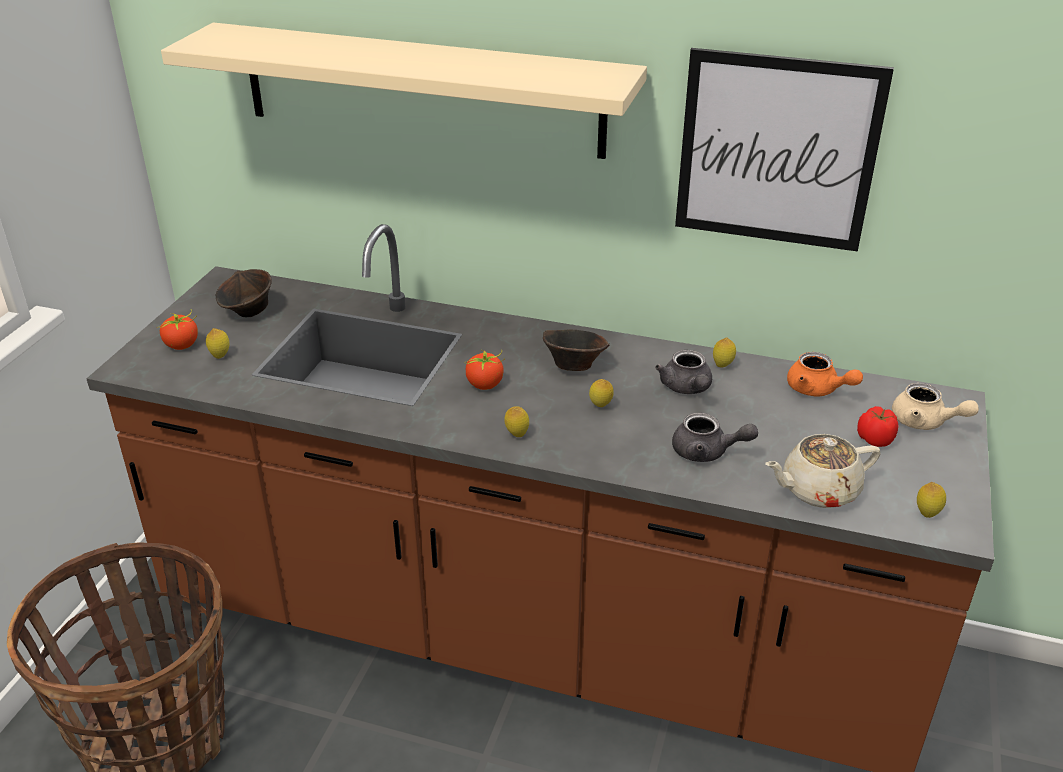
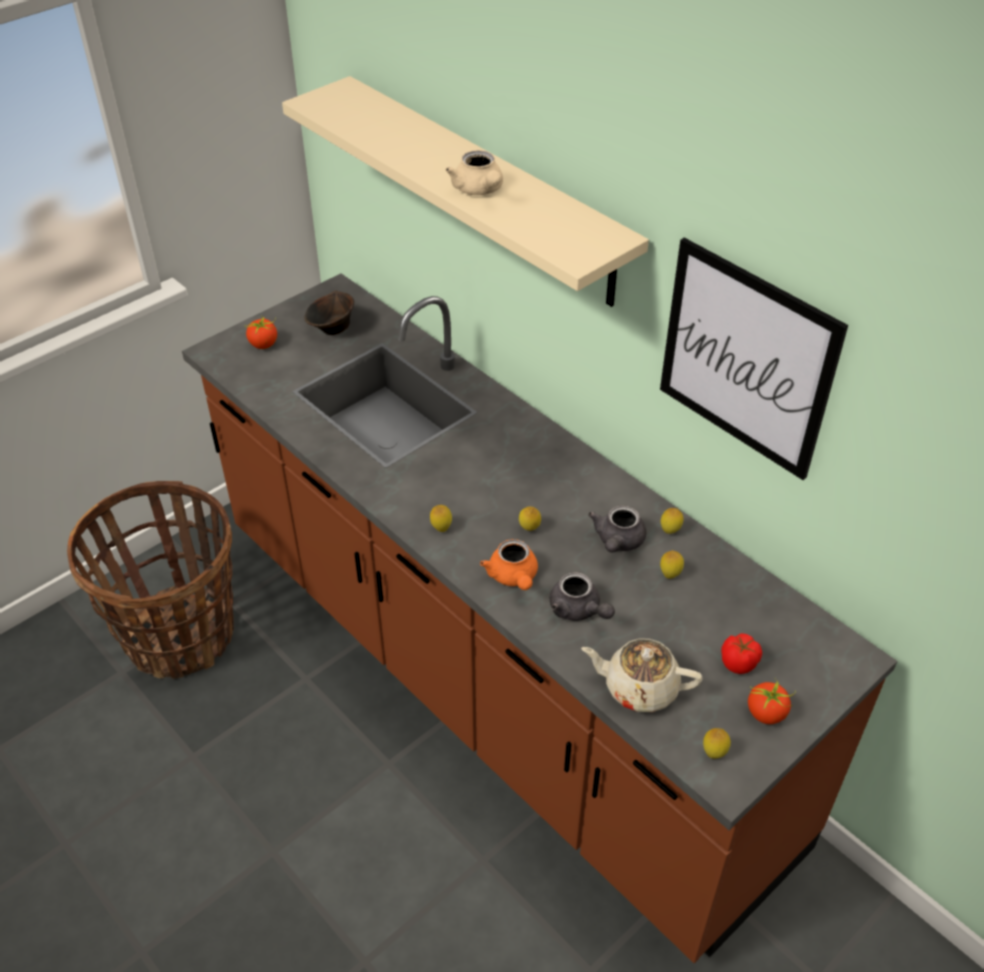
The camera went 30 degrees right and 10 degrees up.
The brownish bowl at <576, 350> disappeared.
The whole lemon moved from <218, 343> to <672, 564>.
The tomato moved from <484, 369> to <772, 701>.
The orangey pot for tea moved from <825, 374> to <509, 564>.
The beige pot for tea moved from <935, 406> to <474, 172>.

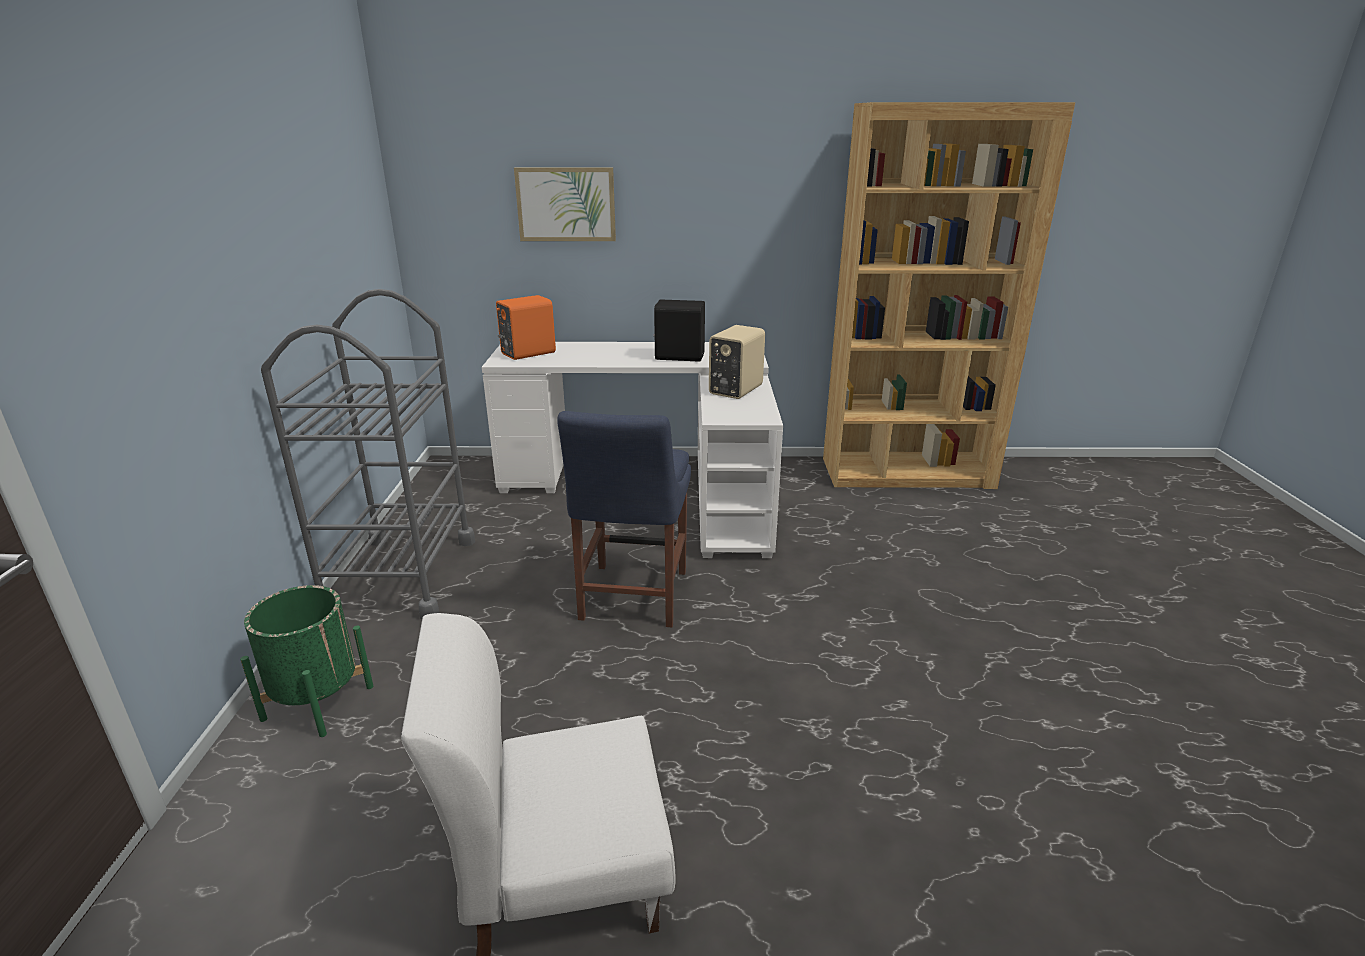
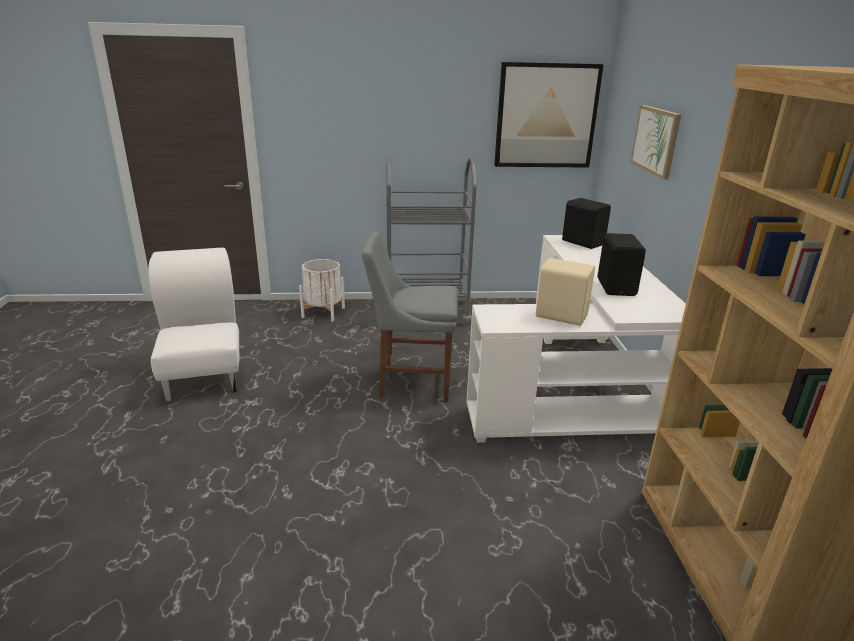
The camera went 85 degrees right and 0 degrees up.
The wall picture at <549, 115> appeared.
The green plant pot at <306, 661> became the whitish plant pot at <322, 290>.
The orangey loudspeaker at <526, 327> became the black loudspeaker at <586, 223>.
The bluish plain chair at <624, 519> became the greyish plain chair at <410, 316>.

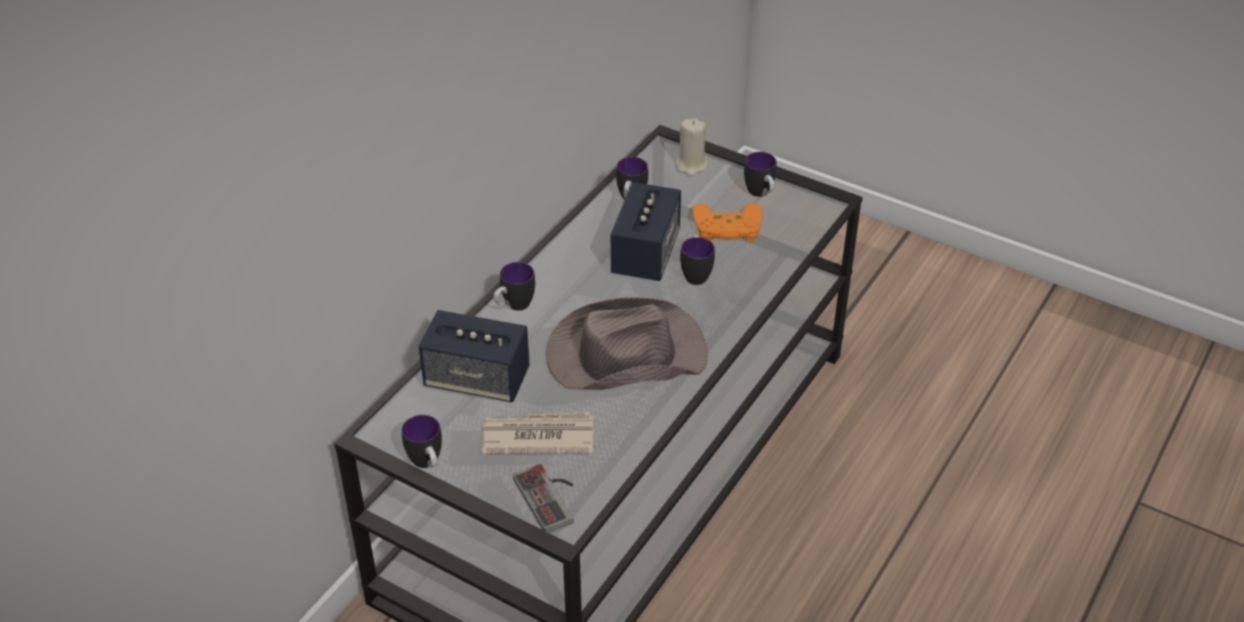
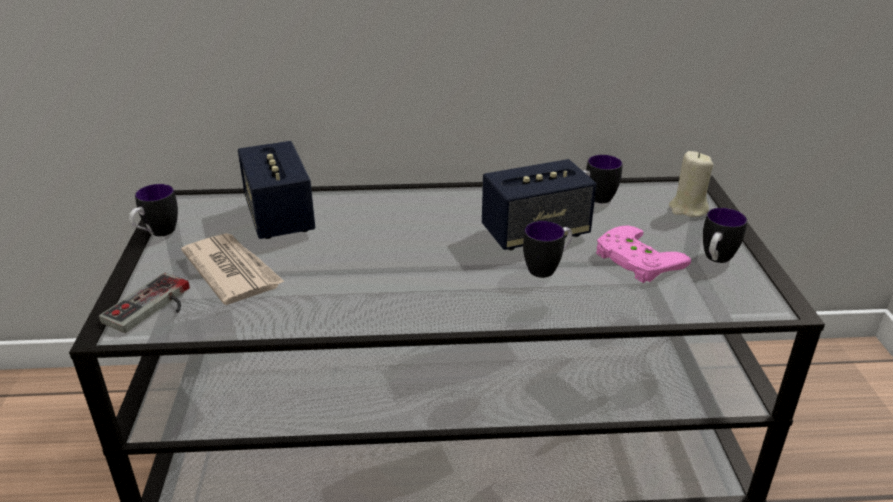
The camera went 55 degrees right and 10 degrees down.
The tea mug at <514, 286> disappeared.
The brownish hat at <627, 343> disappeared.
The orangey game controller at <728, 222> became the pink game controller at <643, 254>.

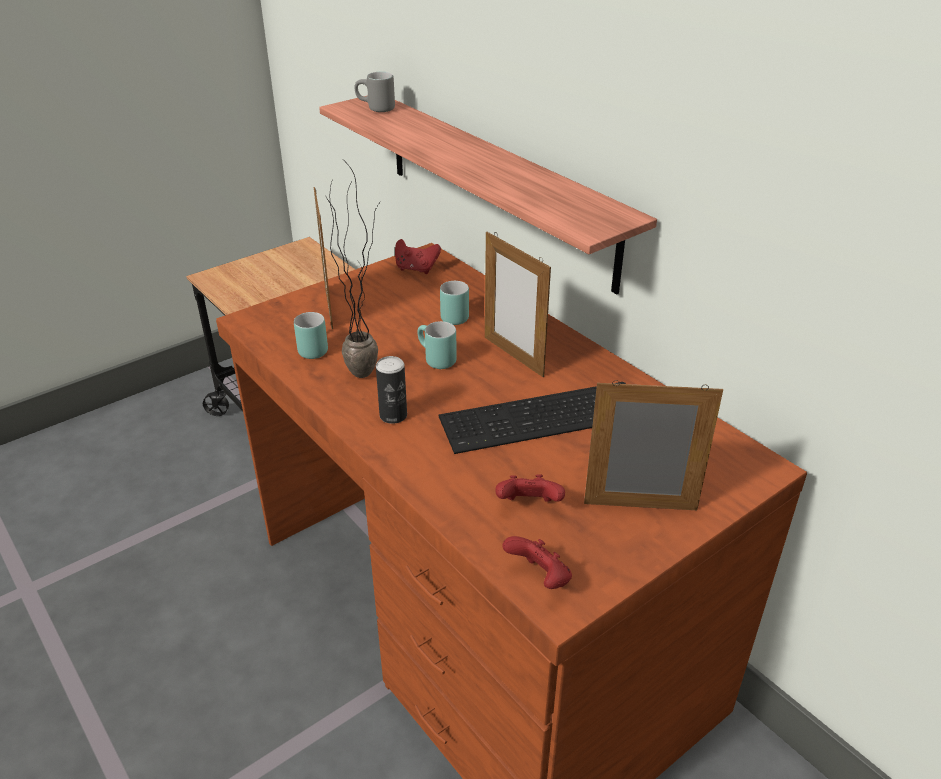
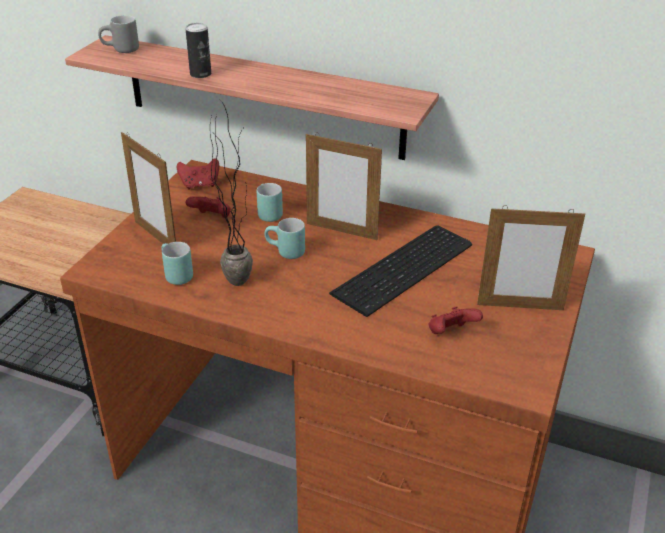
The camera went 30 degrees left and 0 degrees up.
The metal can moved from <391, 390> to <198, 50>.
The reddish game controller moved from <537, 562> to <208, 207>.
The picture frame at <653, 445> turned 150 degrees counterclockwise.

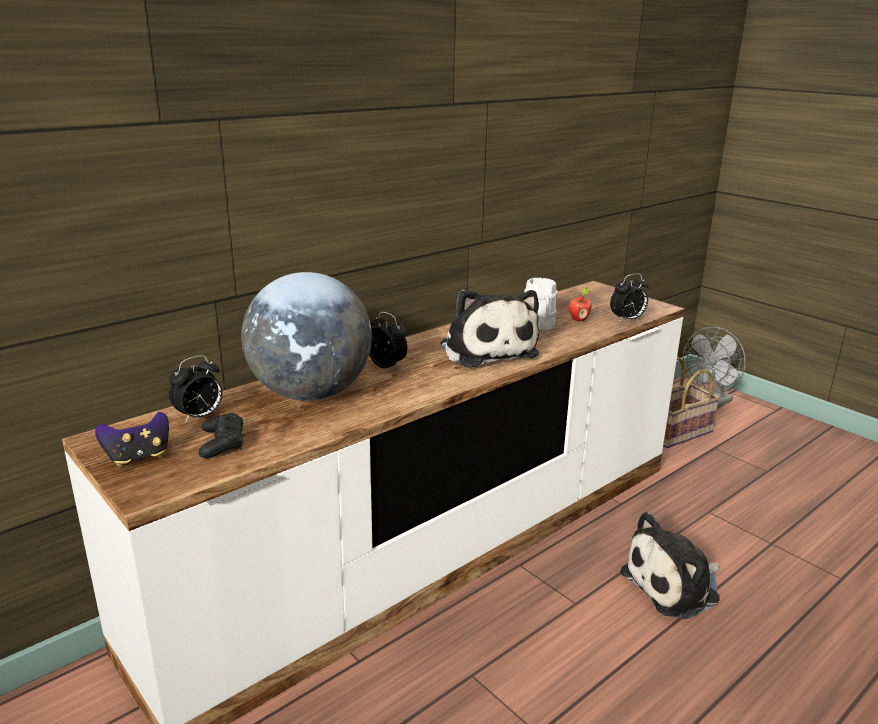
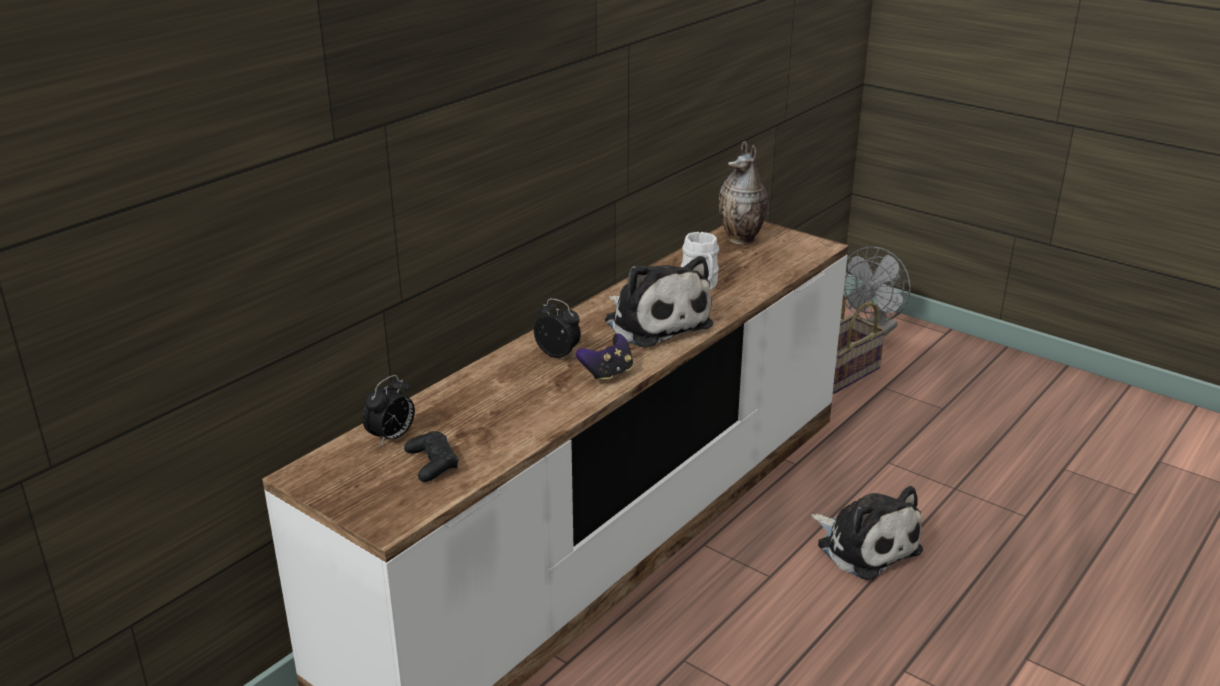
The camera went 10 degrees left and 5 degrees up.
The world globe at <306, 336> disappeared.
The apple fruit at <580, 304> disappeared.
The table clock at <629, 297> disappeared.
The decorative vase at <743, 193> appeared.
The game controller moved from <132, 439> to <604, 358>.
The plush toy at <670, 565> turned 90 degrees counterclockwise.

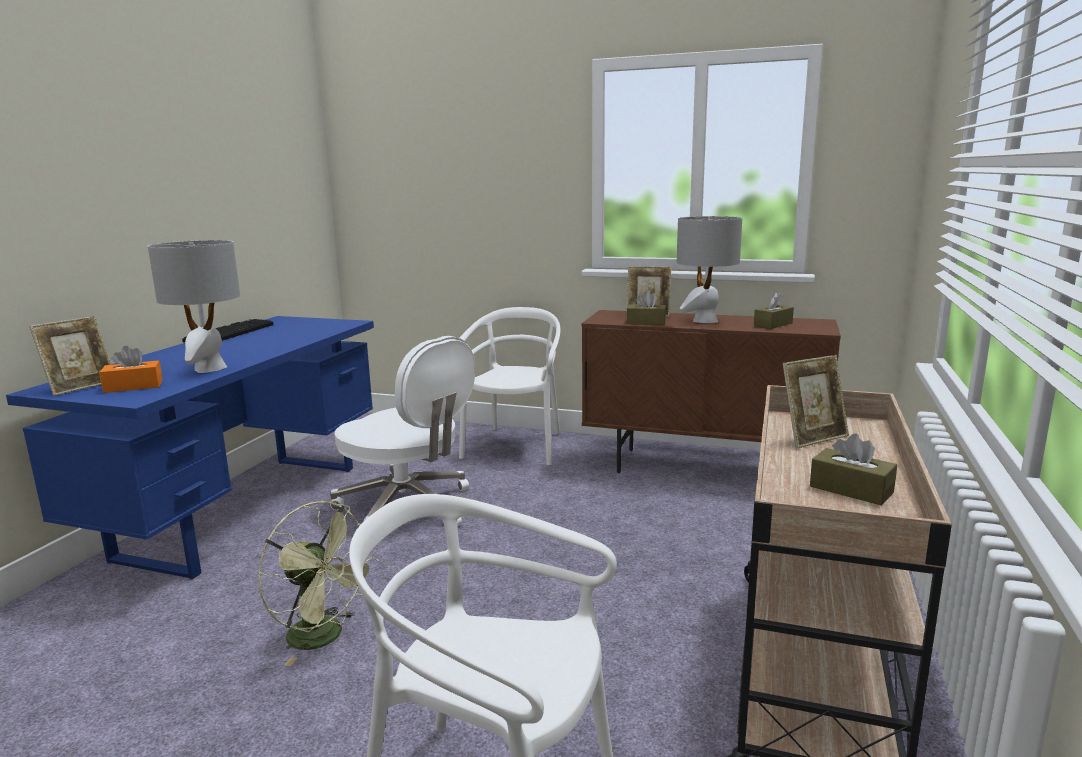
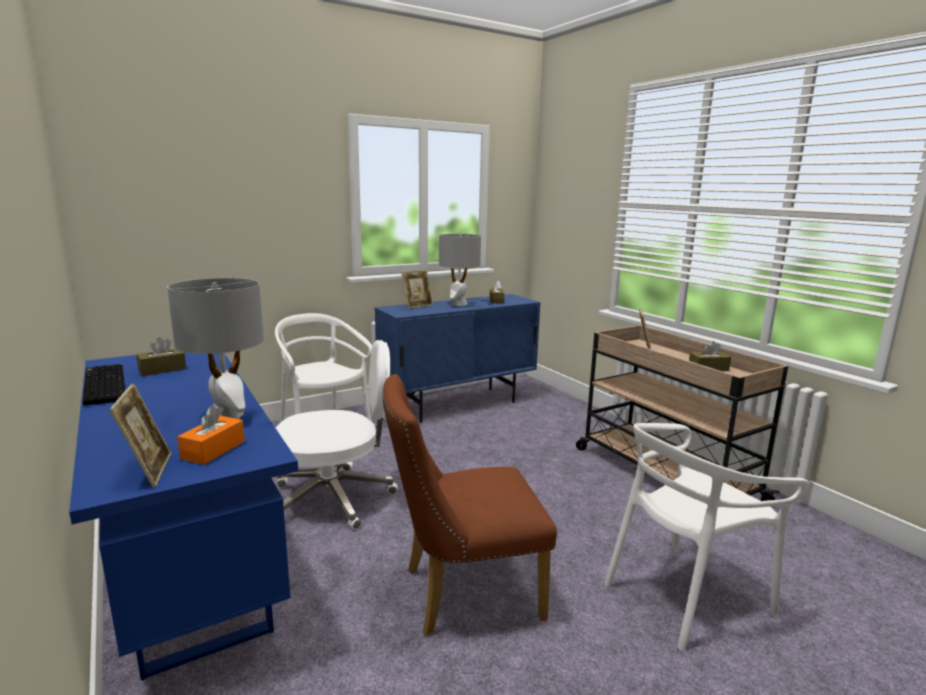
The camera went 50 degrees left and 0 degrees up.
The brownish tissue box moved from <646, 308> to <161, 356>.
The green cooling fan at <318, 583> was replaced by the brownish plain chair at <469, 505>.
The brownish cupboard at <711, 391> became the bluish cupboard at <457, 358>.

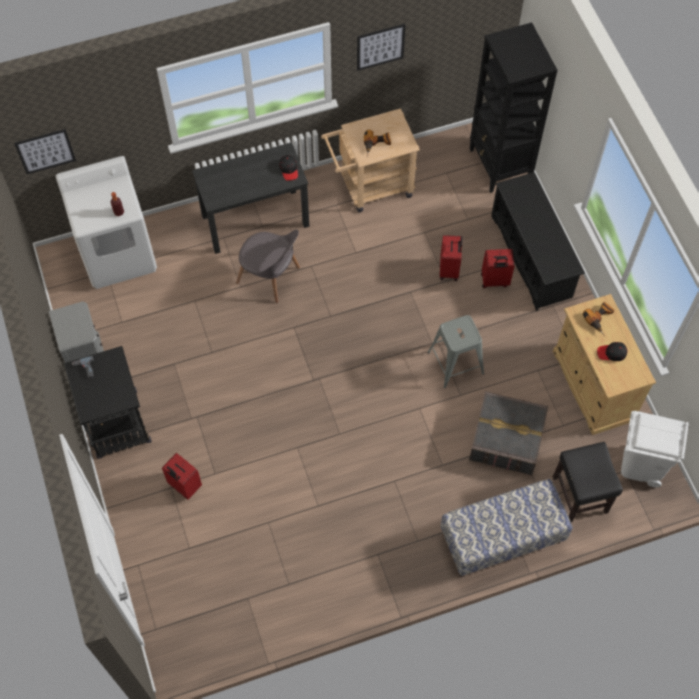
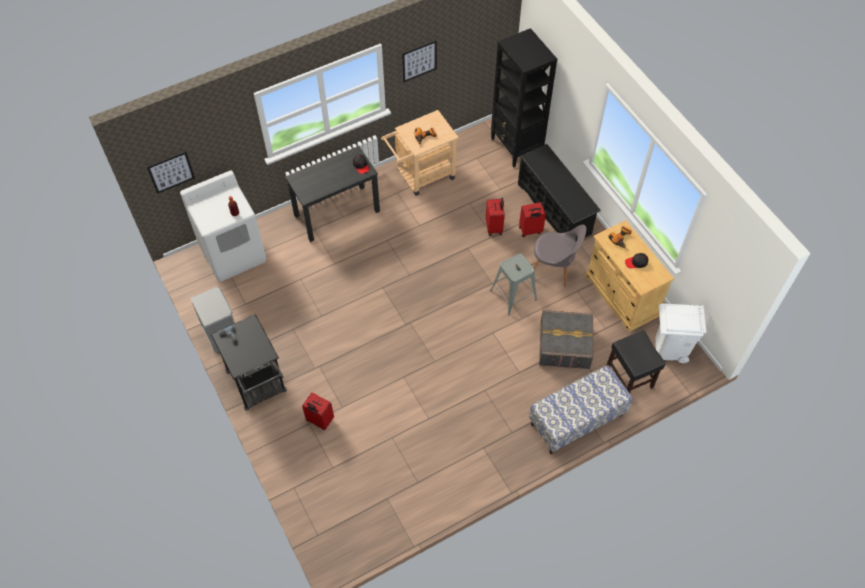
The camera went 10 degrees left and 5 degrees down.
The greyish plain chair moved from <268, 266> to <560, 256>.

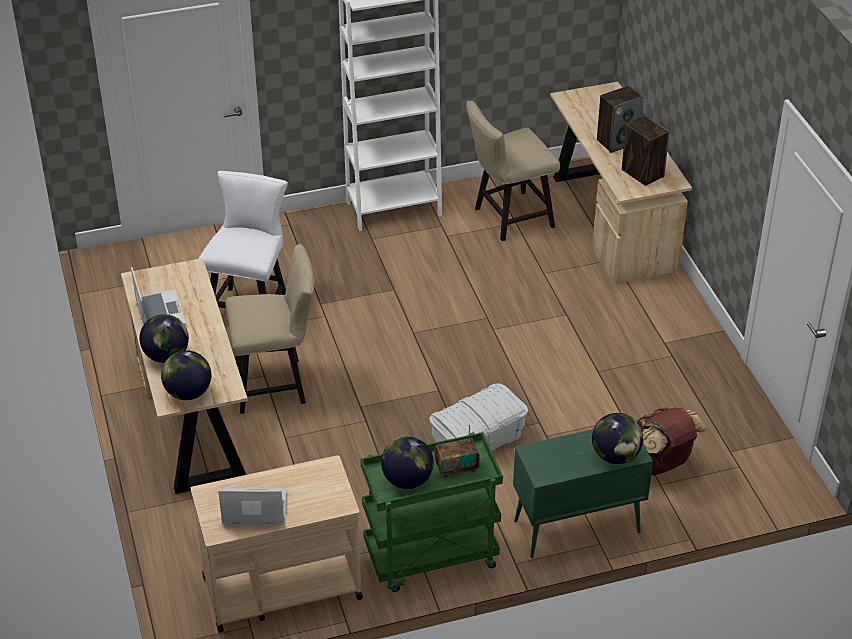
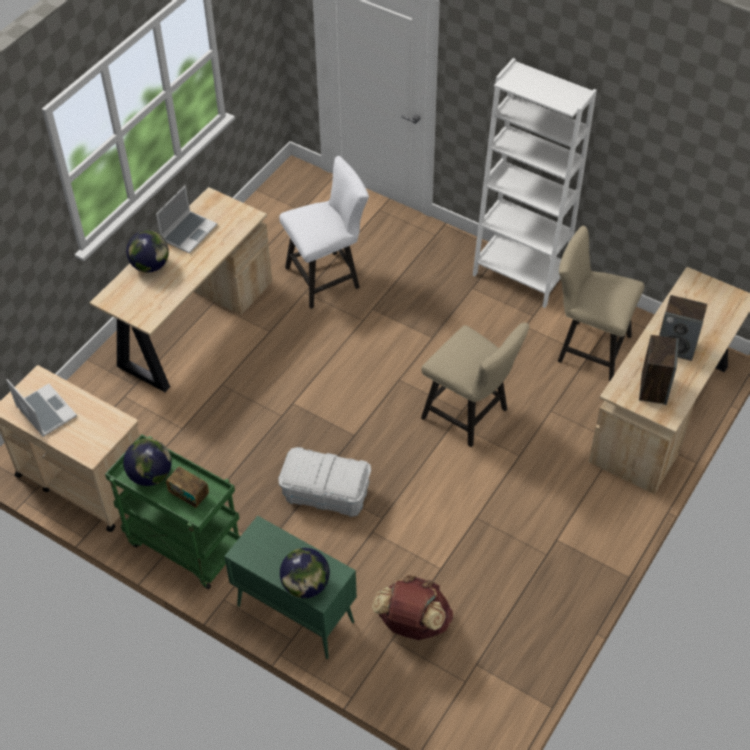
The camera went 50 degrees right and 10 degrees up.
The world globe at <186, 375> disappeared.
The beige plain chair moved from <269, 329> to <475, 385>.

